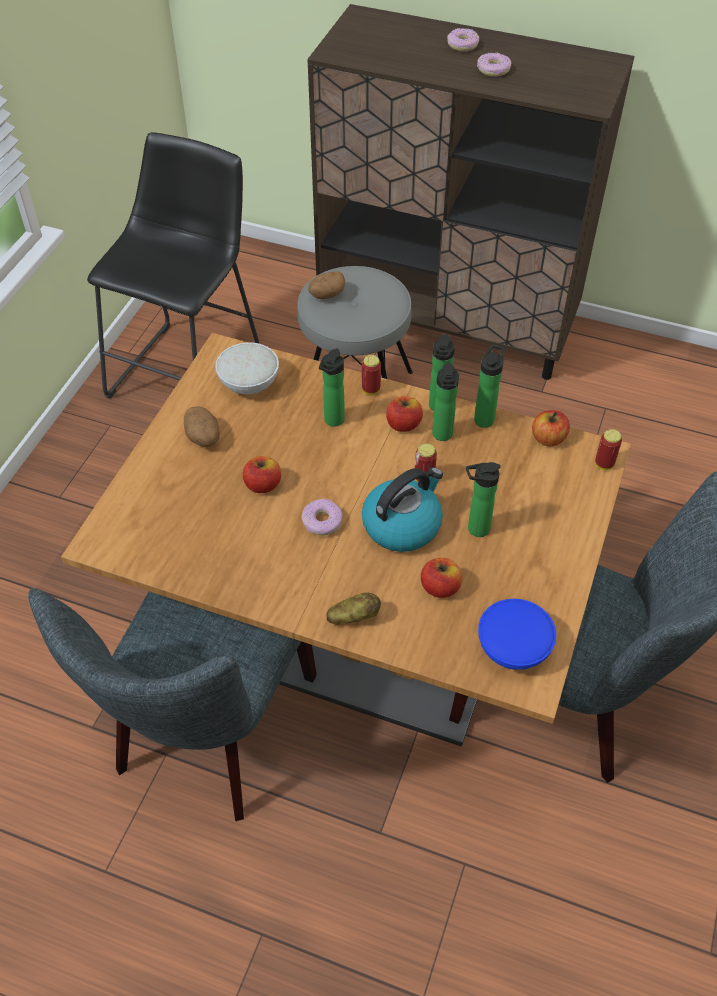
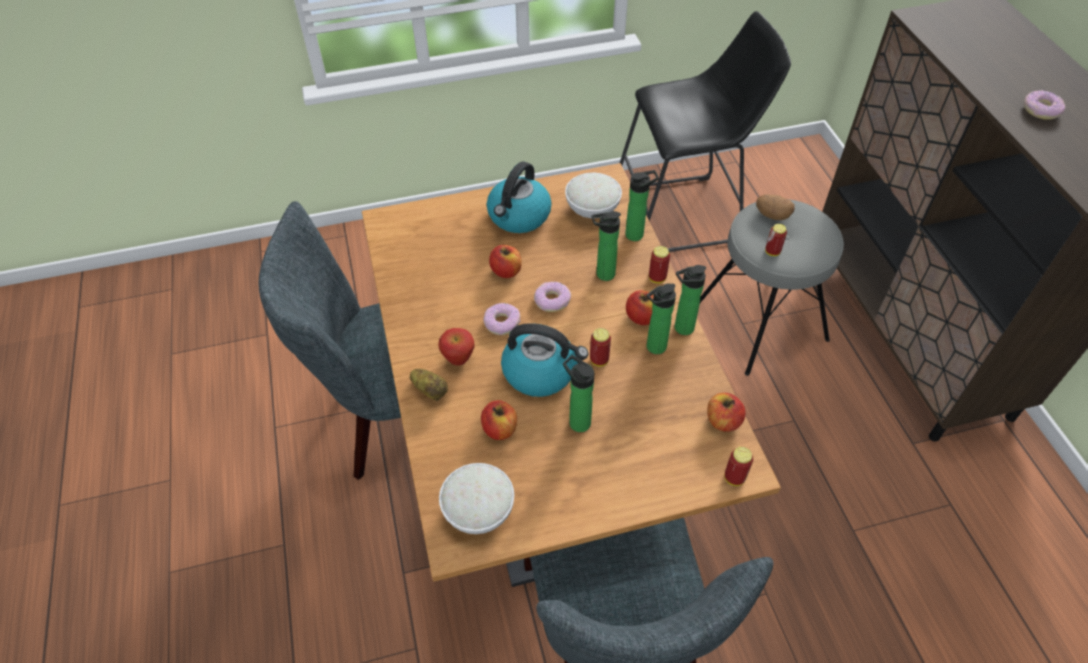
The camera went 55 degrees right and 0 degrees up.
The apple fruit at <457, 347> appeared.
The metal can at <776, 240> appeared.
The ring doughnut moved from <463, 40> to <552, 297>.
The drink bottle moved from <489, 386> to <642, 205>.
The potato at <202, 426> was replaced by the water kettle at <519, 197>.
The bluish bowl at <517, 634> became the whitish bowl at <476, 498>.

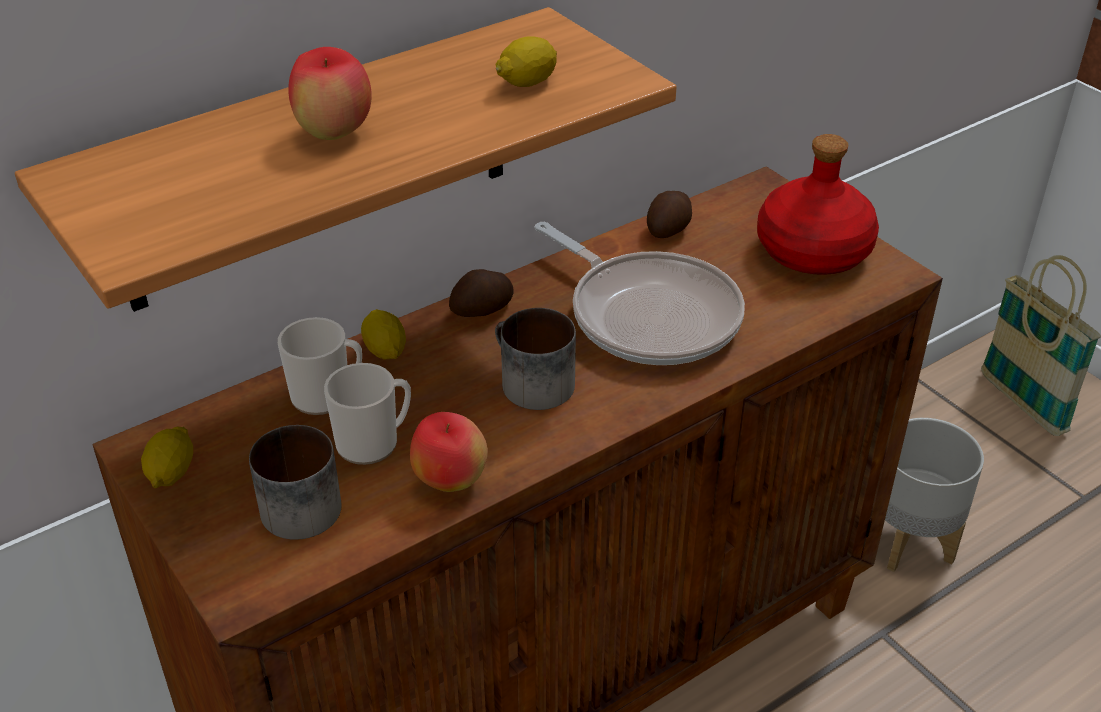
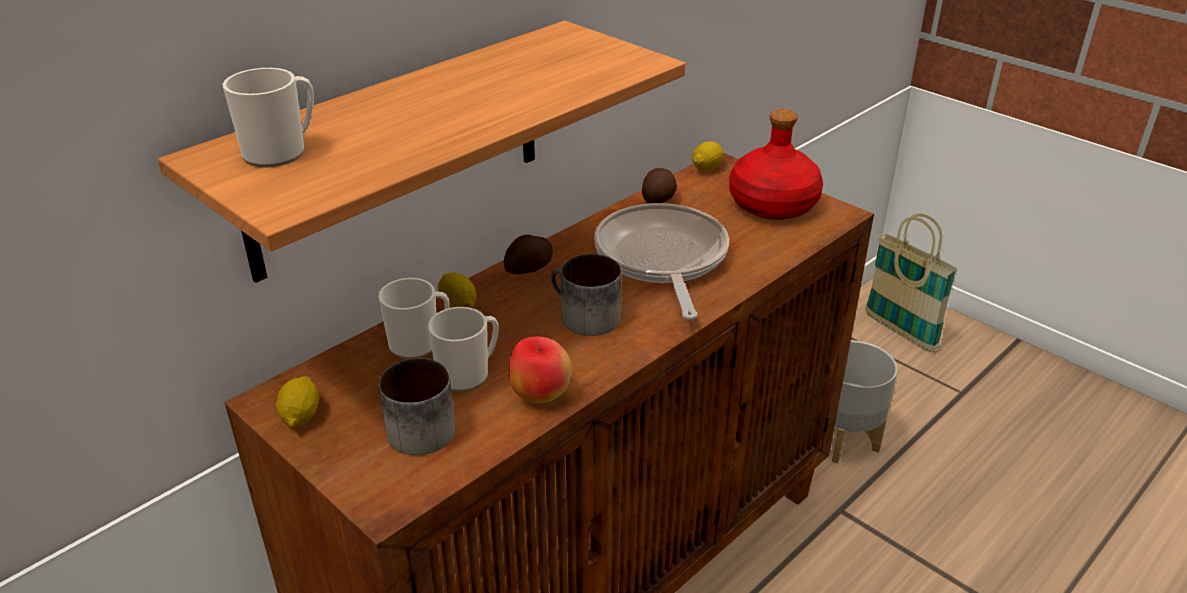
The camera went 10 degrees left and 5 degrees down.
The apple fruit at <330, 93> disappeared.
The tea mug at <268, 118> appeared.
The whole lemon moved from <526, 61> to <708, 156>.
The frying pan at <639, 293> turned 135 degrees counterclockwise.

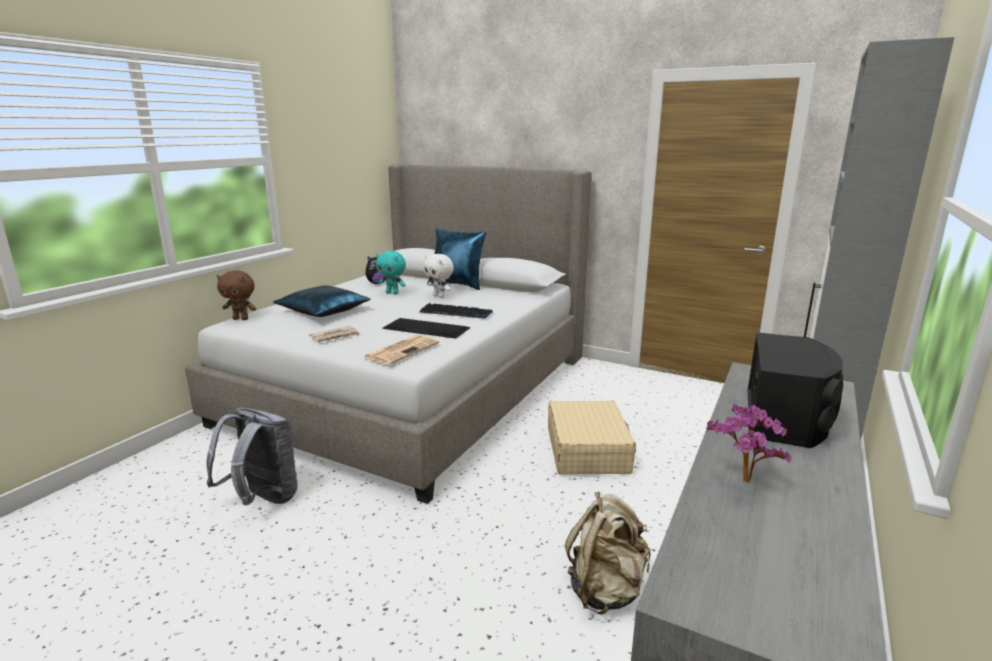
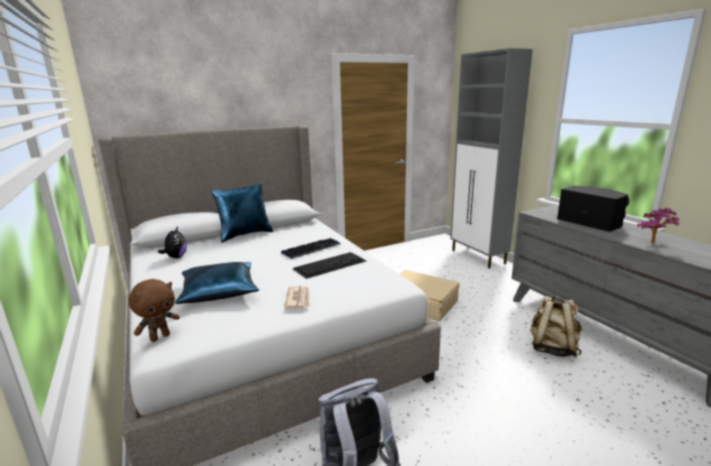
The camera went 55 degrees left and 0 degrees up.
The newspaper at <401, 350> disappeared.
The turquoise-coloured plush toy at <391, 272> disappeared.
The whitish plush toy at <439, 276> disappeared.

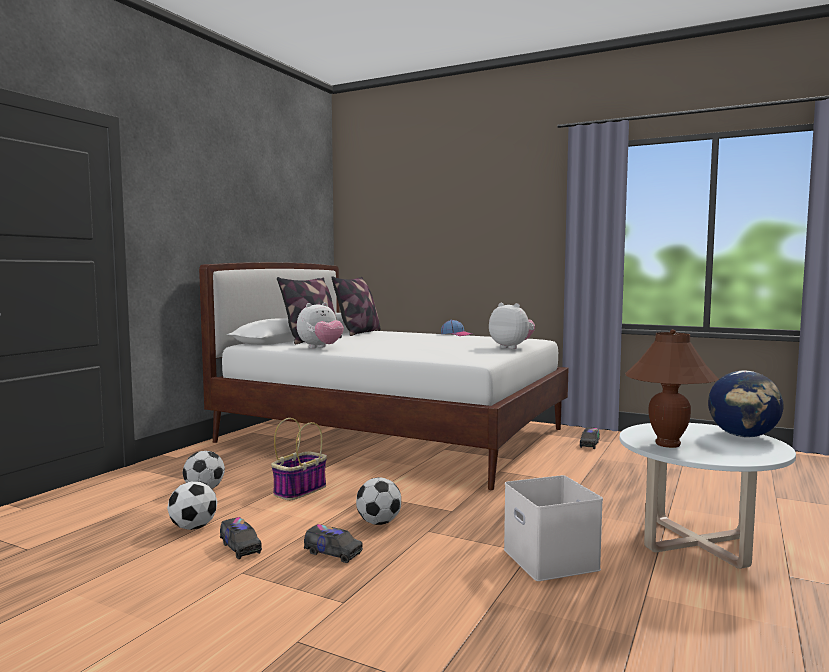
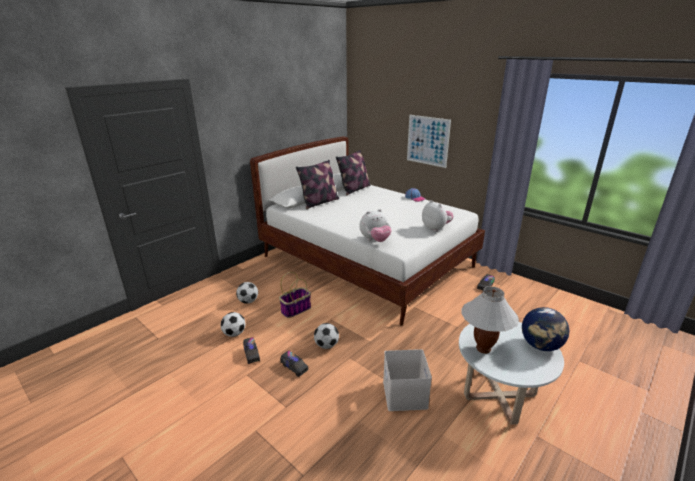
The camera went 15 degrees right and 20 degrees up.
The wall picture at <429, 141> appeared.
The plush toy moved from <320, 325> to <375, 225>.
The brownish lamp for a table at <672, 388> became the whitish lamp for a table at <490, 320>.

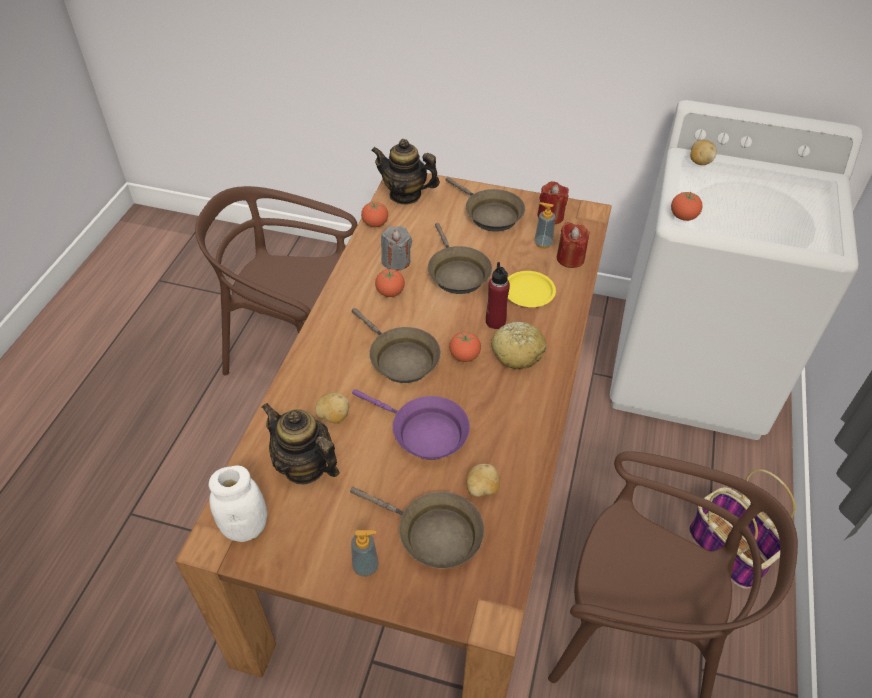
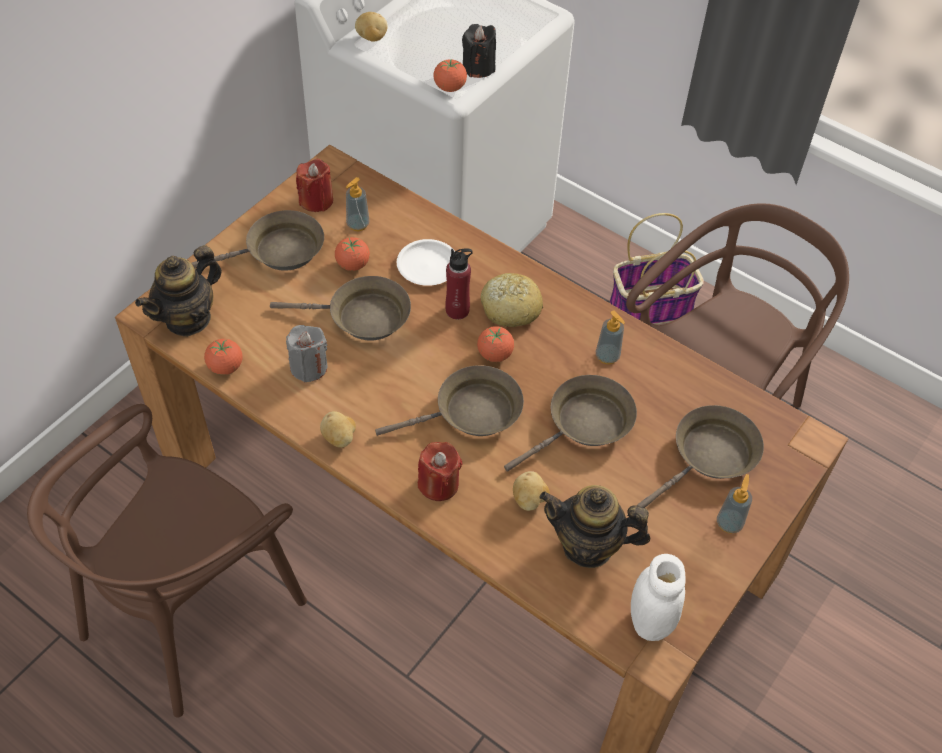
The camera went 70 degrees left and 5 degrees up.
The black candle at <479, 51> appeared.
The soap bottle at <610, 337> appeared.
The tomato moved from <390, 283> to <352, 254>.
The potato moved from <483, 480> to <338, 429>.
The reddish candle moved from <573, 245> to <440, 471>.
The purplish frying pan at <411, 424> became the brownish frying pan at <570, 423>.
The yellowish plate at <531, 289> became the whitish plate at <426, 262>.
The pot for tea at <300, 444> turned 45 degrees clockwise.

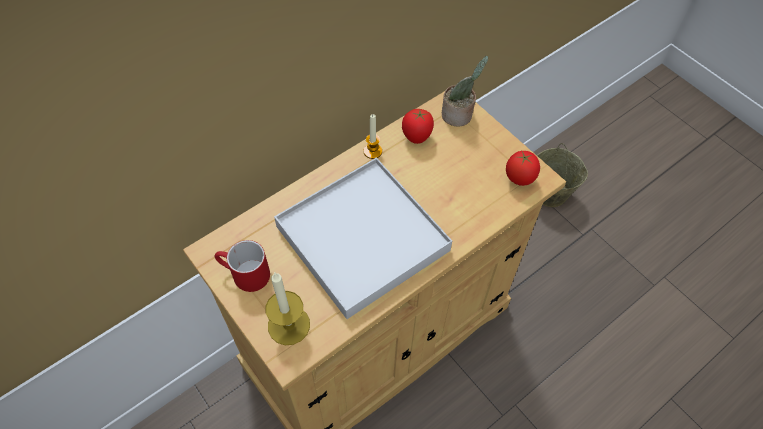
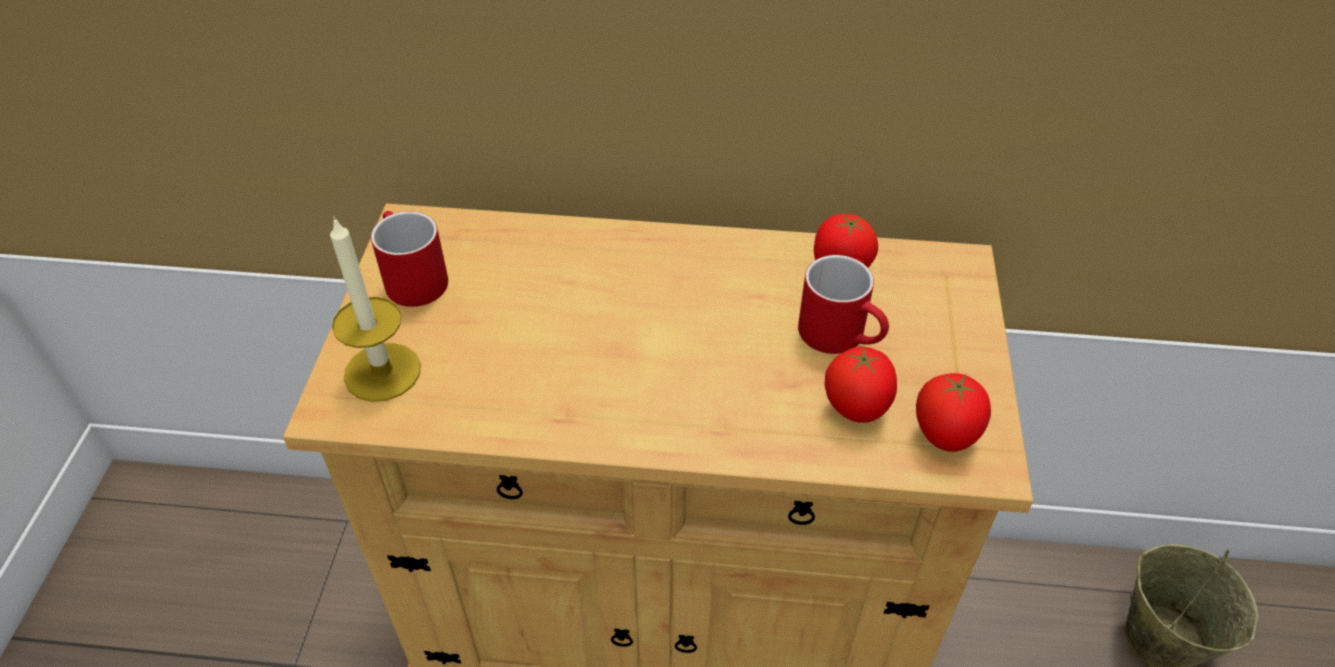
The camera went 45 degrees right and 10 degrees down.
The whitish carrying tray at <363, 238> disappeared.
The candle at <373, 136> disappeared.
The houseplant at <465, 91> disappeared.
The reddish tea mug at <843, 304> appeared.
The tomato at <861, 384> appeared.

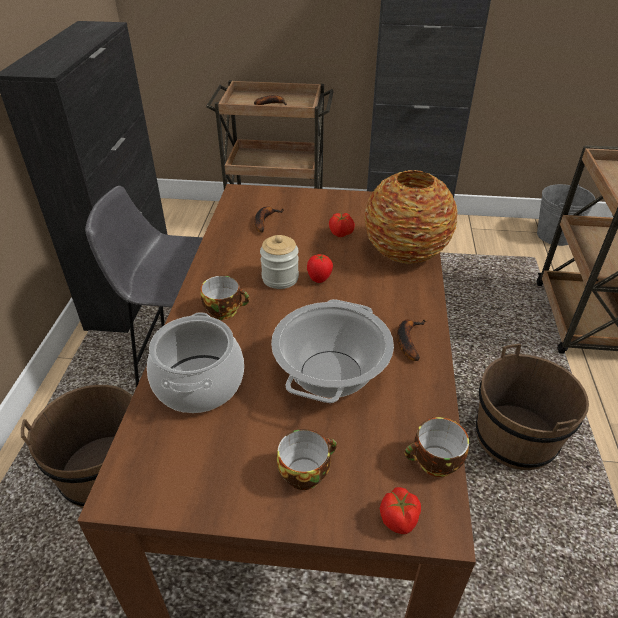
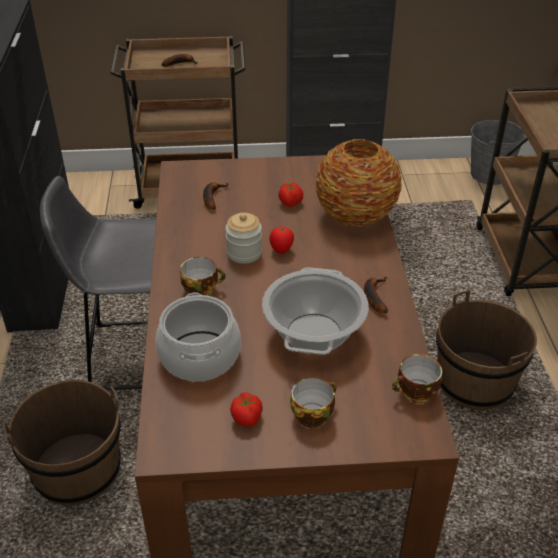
The camera went 10 degrees left and 0 degrees up.
The tomato moved from <400, 510> to <246, 409>.

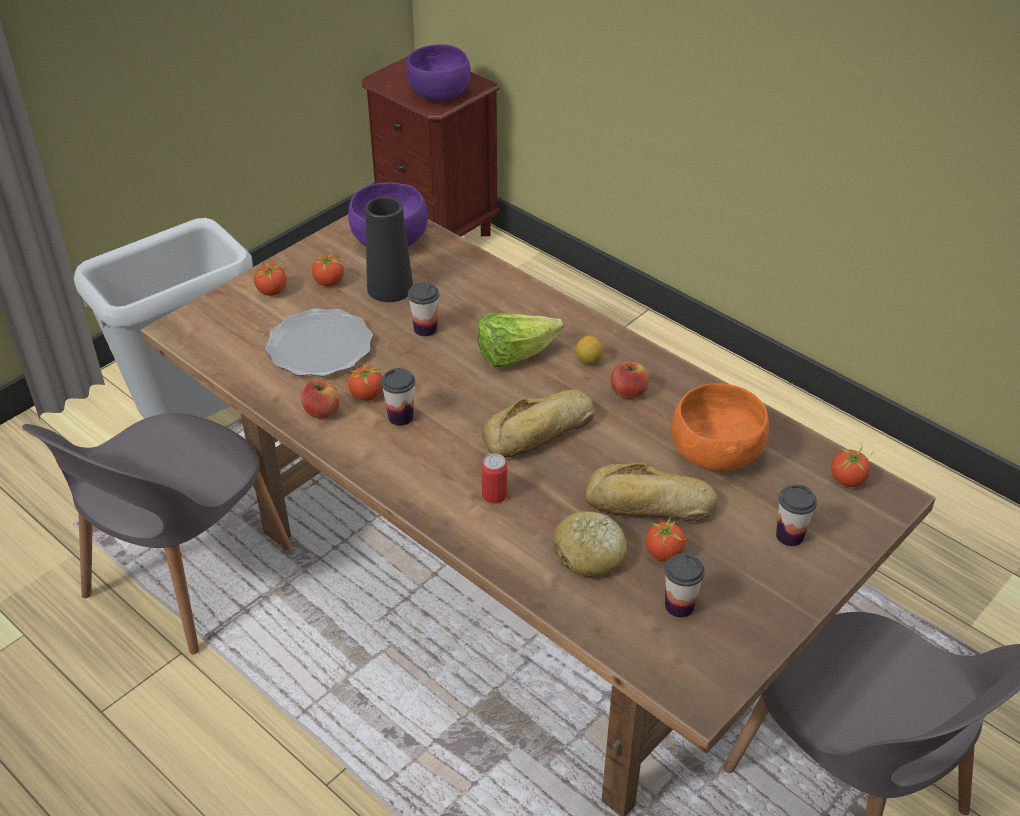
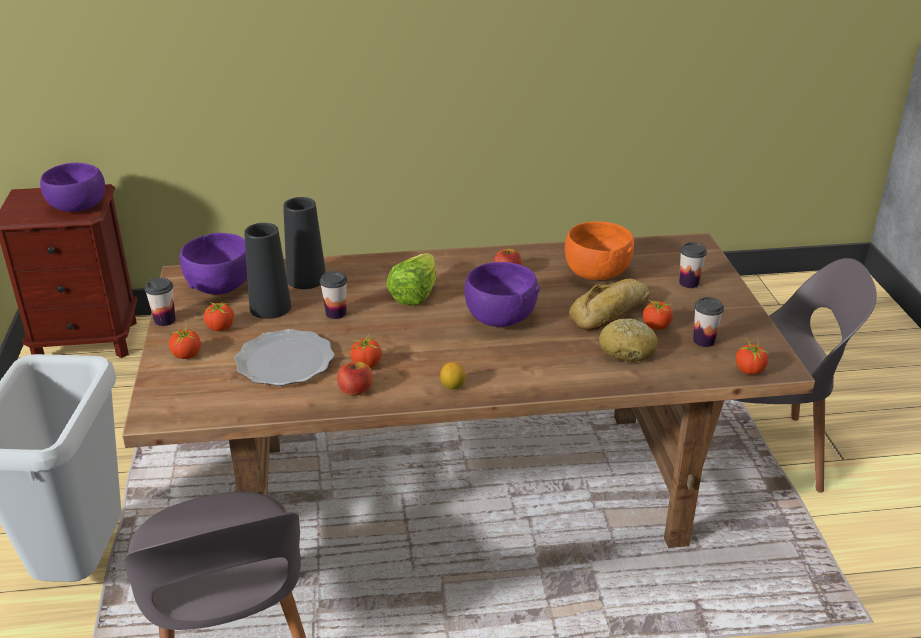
The camera went 50 degrees left and 10 degrees down.
The metal can at <494, 478> disappeared.
The black decorative vase at <304, 243> appeared.
The small cup moved from <398, 397> to <159, 302>.
The whole lemon moved from <590, 350> to <453, 376>.
The tomato moved from <852, 465> to <752, 356>.
The bread at <538, 423> was replaced by the purplish bowl at <502, 294>.

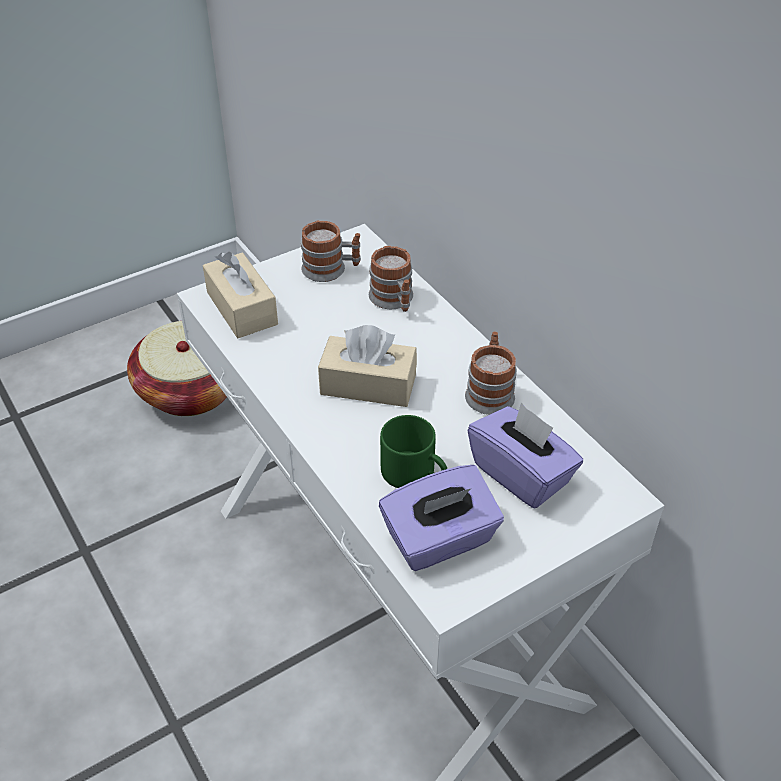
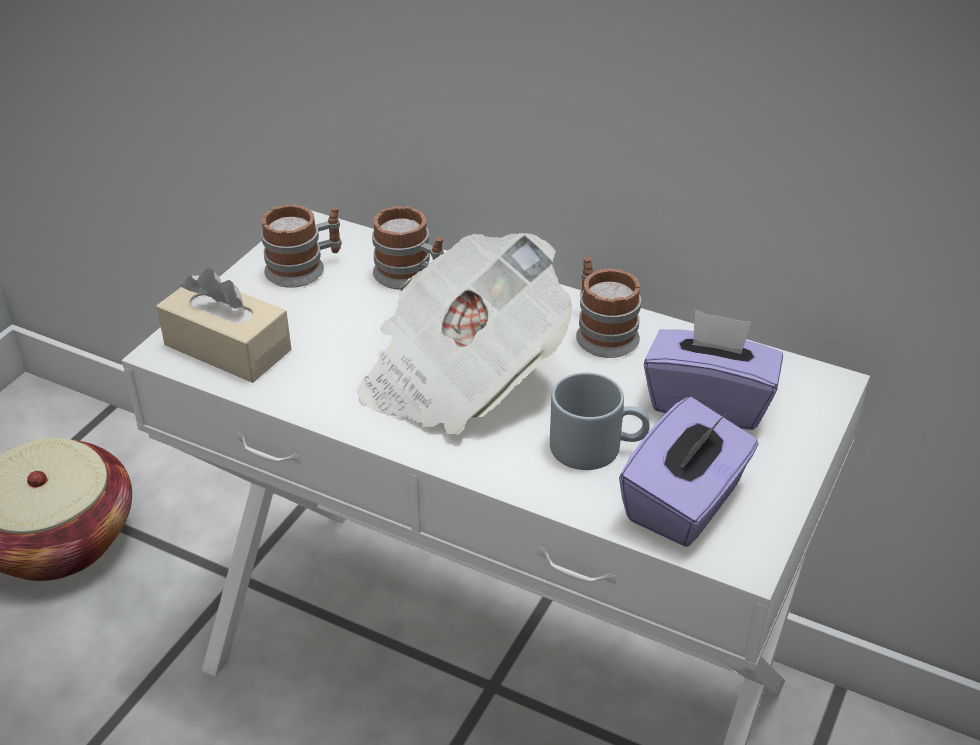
The camera went 30 degrees left and 5 degrees down.
The beige tissue box at <367, 366> was replaced by the newspaper at <464, 334>.
The green tea mug at <413, 451> became the greyish tea mug at <600, 421>.

